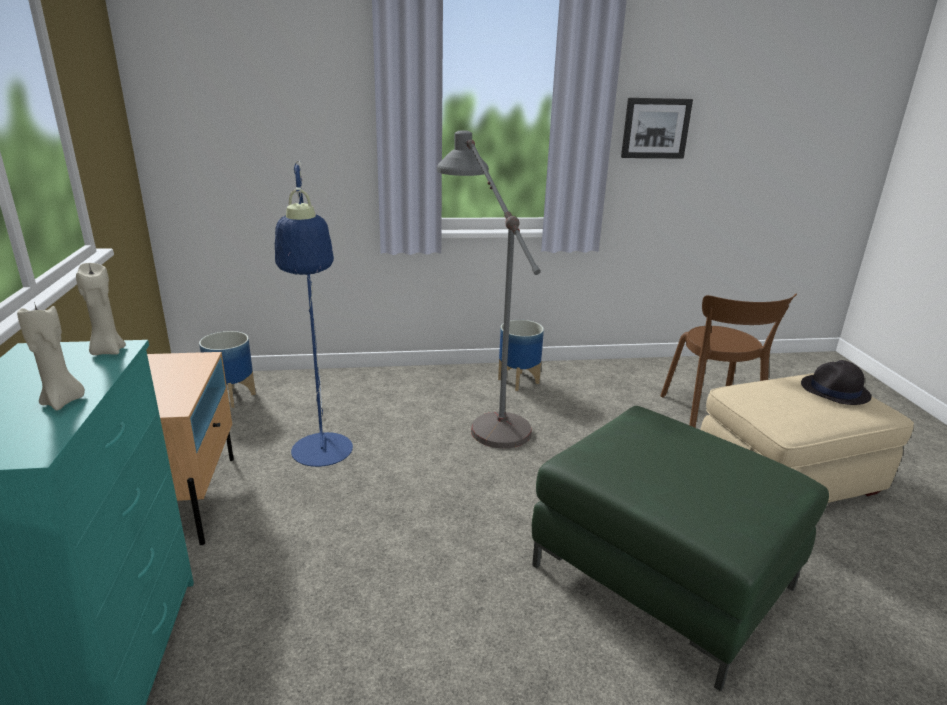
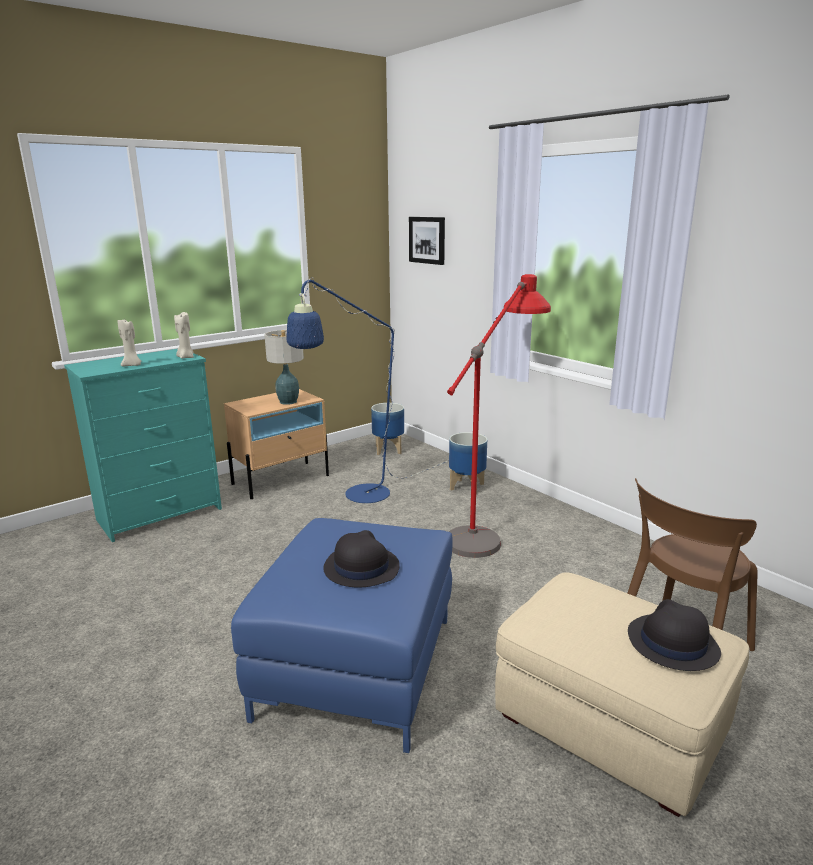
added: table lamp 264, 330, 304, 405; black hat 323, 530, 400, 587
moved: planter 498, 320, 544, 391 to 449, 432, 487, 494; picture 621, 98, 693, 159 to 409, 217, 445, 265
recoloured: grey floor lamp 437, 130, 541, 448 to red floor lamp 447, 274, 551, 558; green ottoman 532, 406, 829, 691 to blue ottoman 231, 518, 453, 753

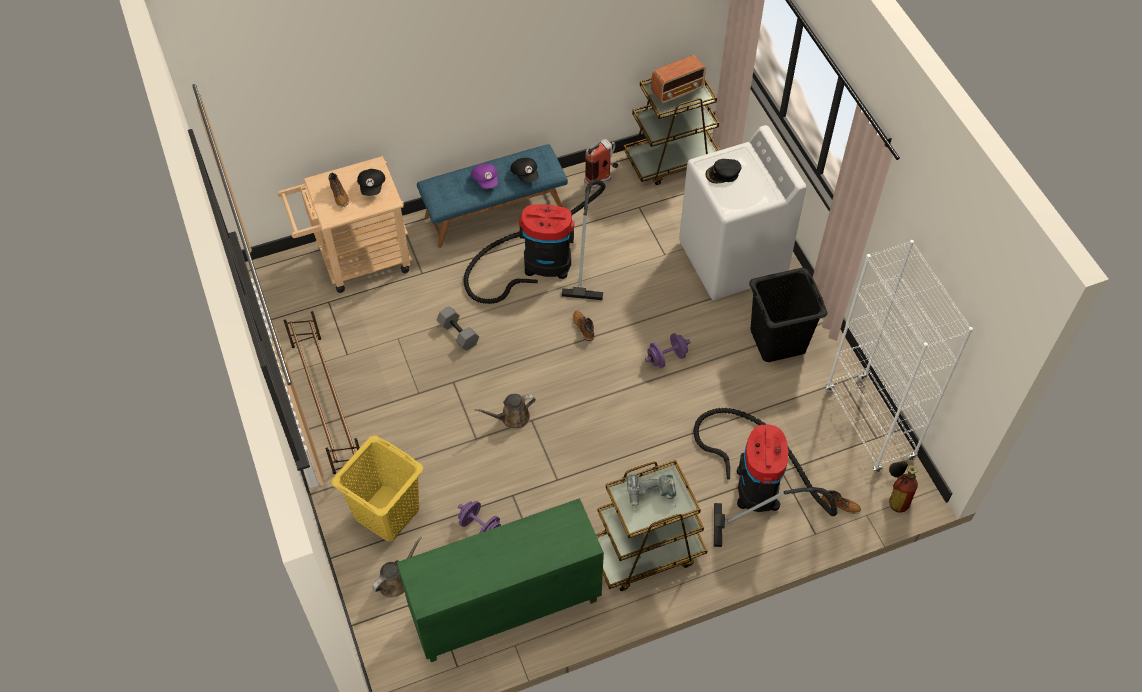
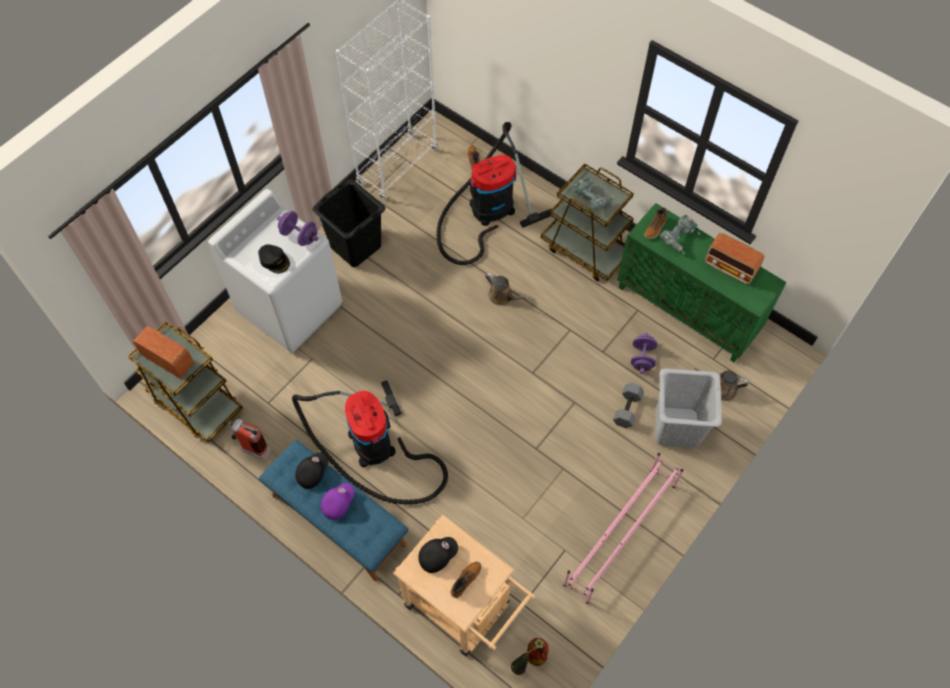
added: power drill 660, 215, 700, 254; radio 705, 233, 764, 284
moved: grey dumbbell 437, 306, 479, 351 to 613, 383, 644, 428; brown watering can 475, 394, 536, 428 to 485, 273, 529, 306; boot 573, 311, 594, 341 to 644, 208, 667, 239; purple dumbbell 645, 333, 690, 368 to 277, 211, 319, 246; fire extinguisher 889, 461, 918, 513 to 511, 638, 549, 675
recoloured: brown shoe rack 284, 311, 360, 474 to pink shoe rack 563, 453, 683, 604; yellow laundry basket 331, 435, 423, 541 to grey laundry basket 656, 368, 722, 448

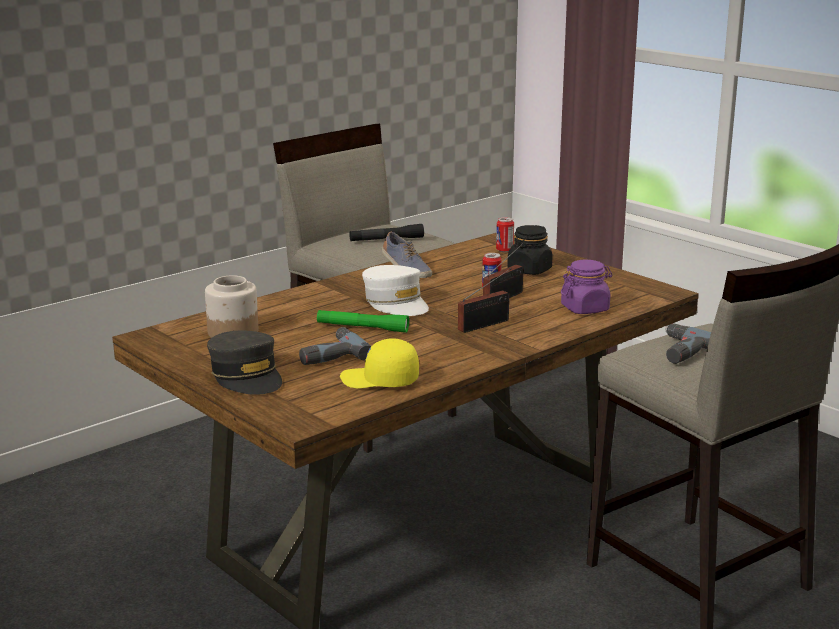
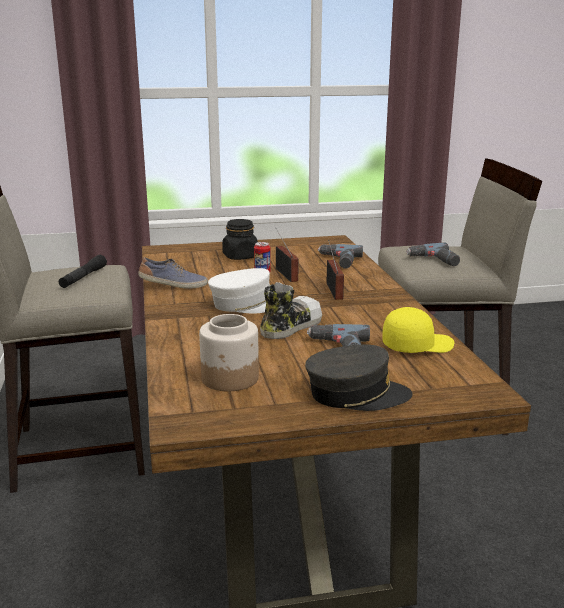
removed: can 496, 217, 514, 252
replaced: green flashlight 317, 310, 409, 333 to shoe 260, 282, 322, 339; purple jar 561, 260, 612, 314 to power drill 318, 244, 363, 269
turned: yellow cap 340, 338, 419, 388 = 382, 307, 454, 353 150 degrees counterclockwise

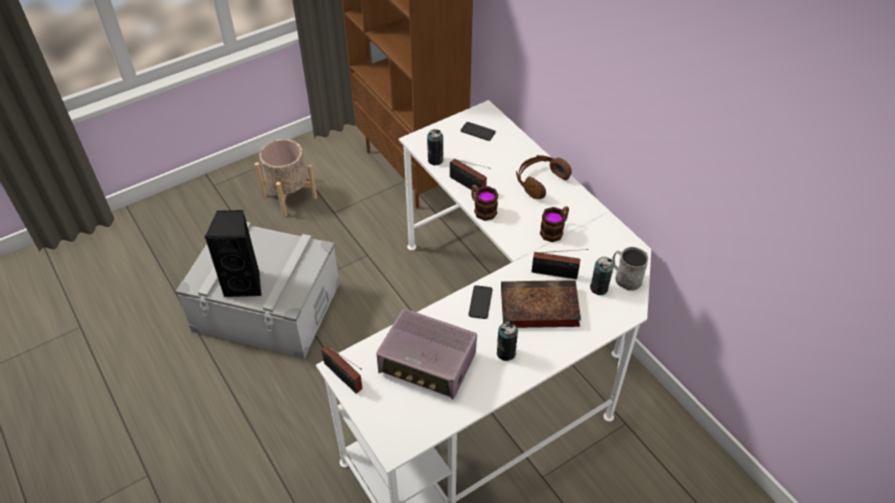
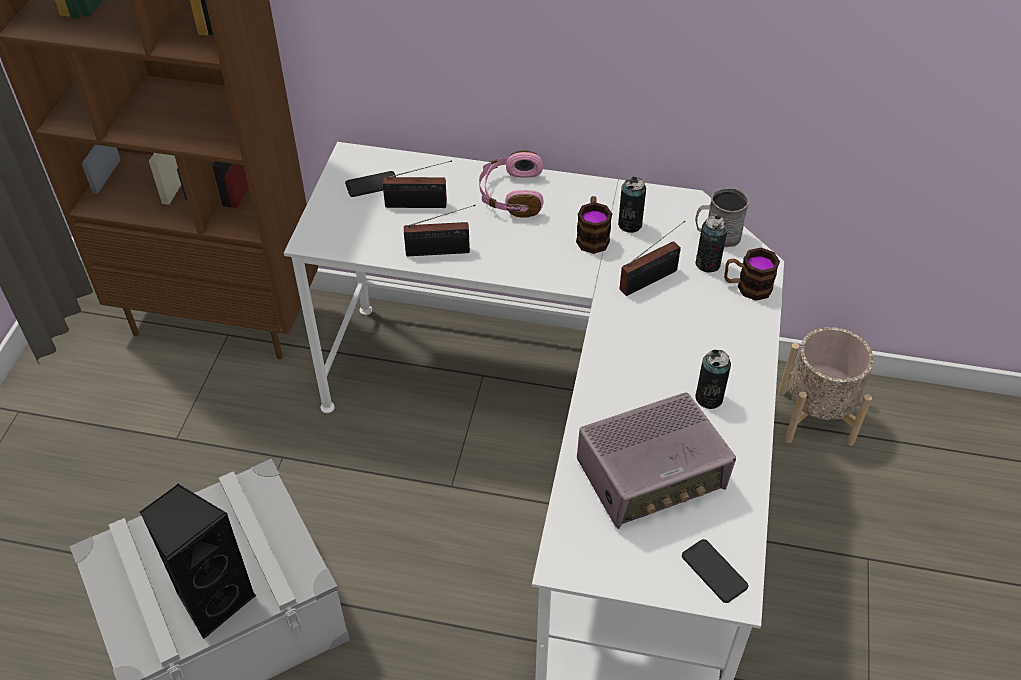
removed: book 501, 280, 581, 328
moved: beige planter 255, 139, 317, 217 to 778, 327, 874, 446; radio 321, 345, 363, 394 to 383, 160, 452, 208; can 427, 129, 443, 165 to 618, 177, 646, 233; phone 469, 285, 492, 319 to 682, 539, 748, 603; mug 471, 185, 498, 221 to 724, 248, 780, 301
recoloured: brown headphones 516, 155, 572, 199 to pink headphones 479, 151, 544, 218

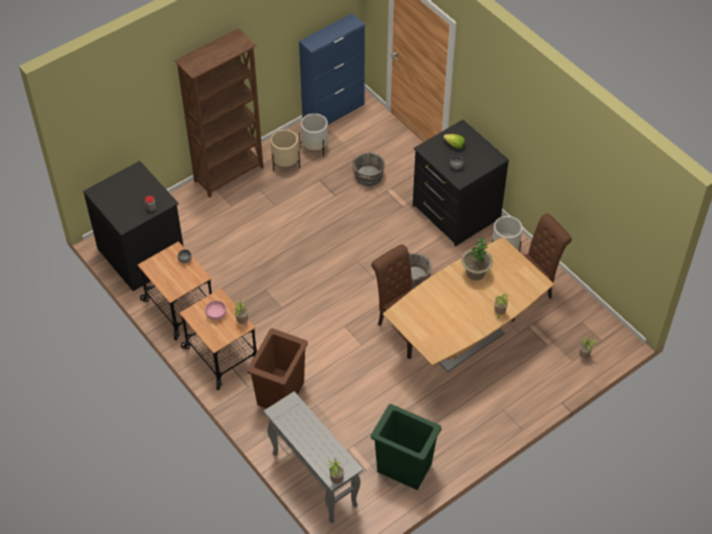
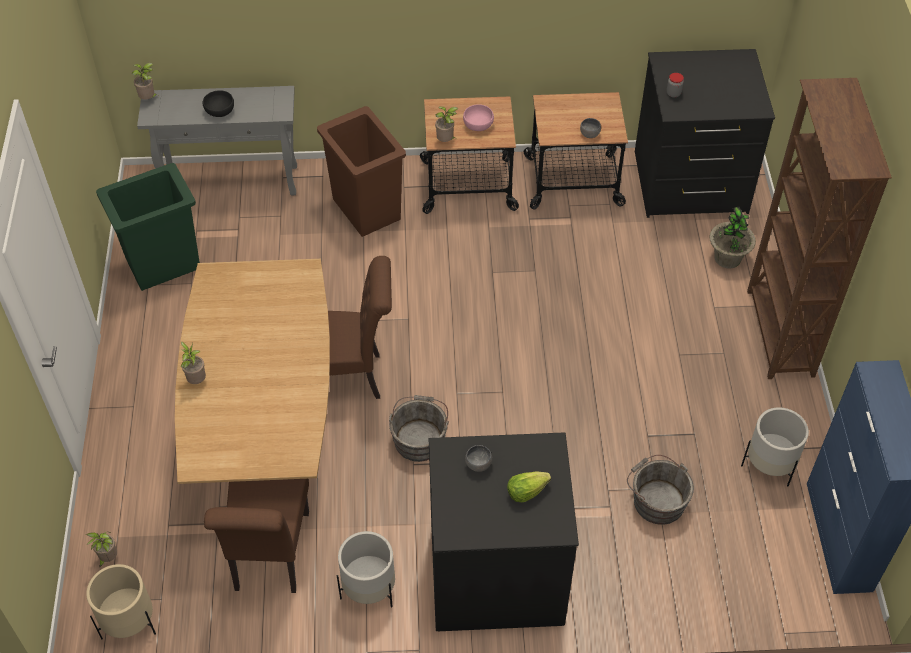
added: black bowl 202, 90, 234, 117
moved: beige planter 271, 130, 300, 172 to 86, 564, 156, 639; potted plant 461, 238, 493, 281 to 709, 207, 756, 268

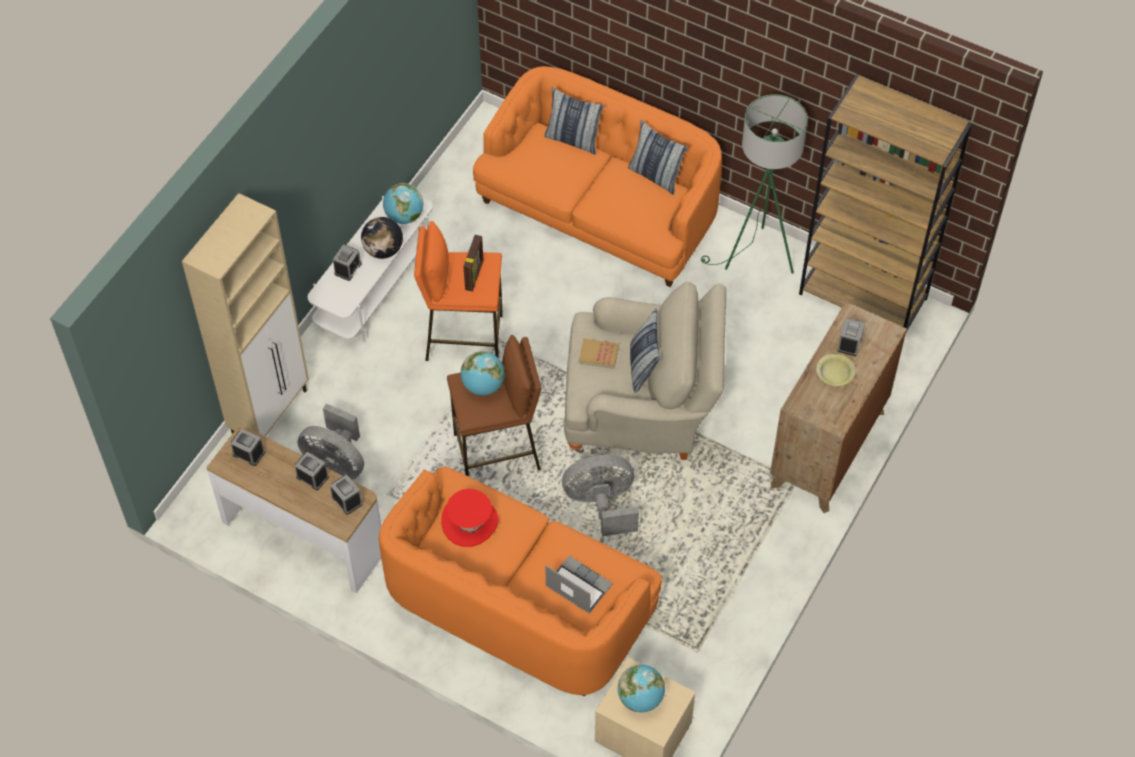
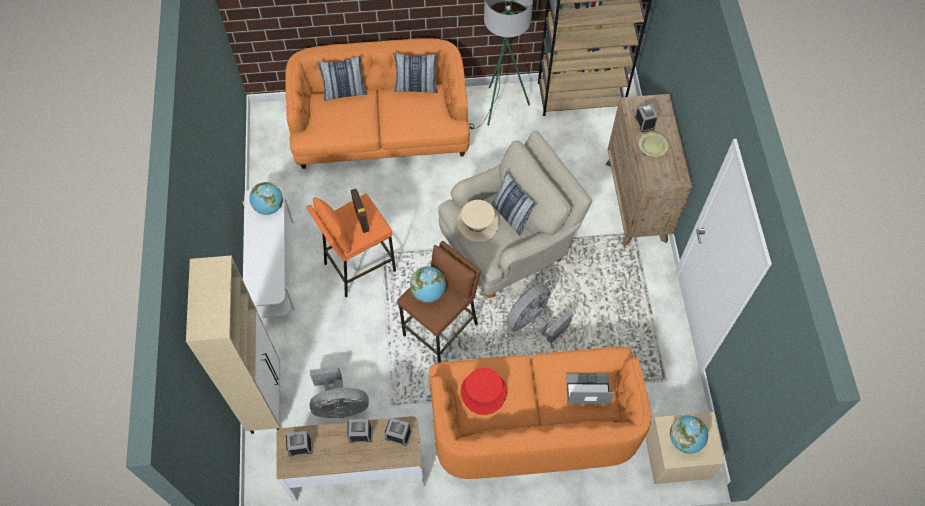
removed: alarm clock 333, 245, 362, 281; globe 361, 217, 403, 259
replaced: book 579, 338, 619, 369 to beige hat 456, 200, 499, 243

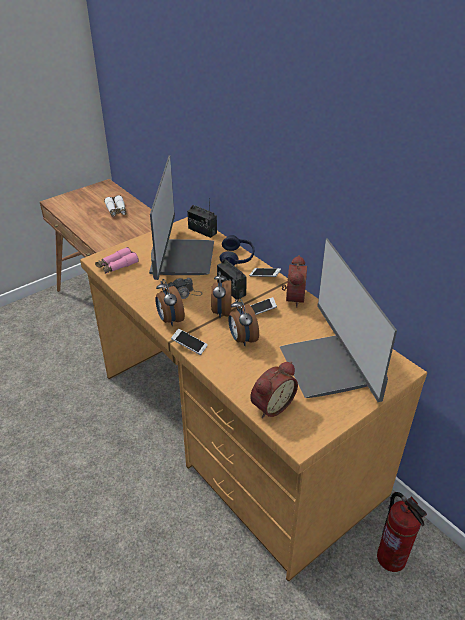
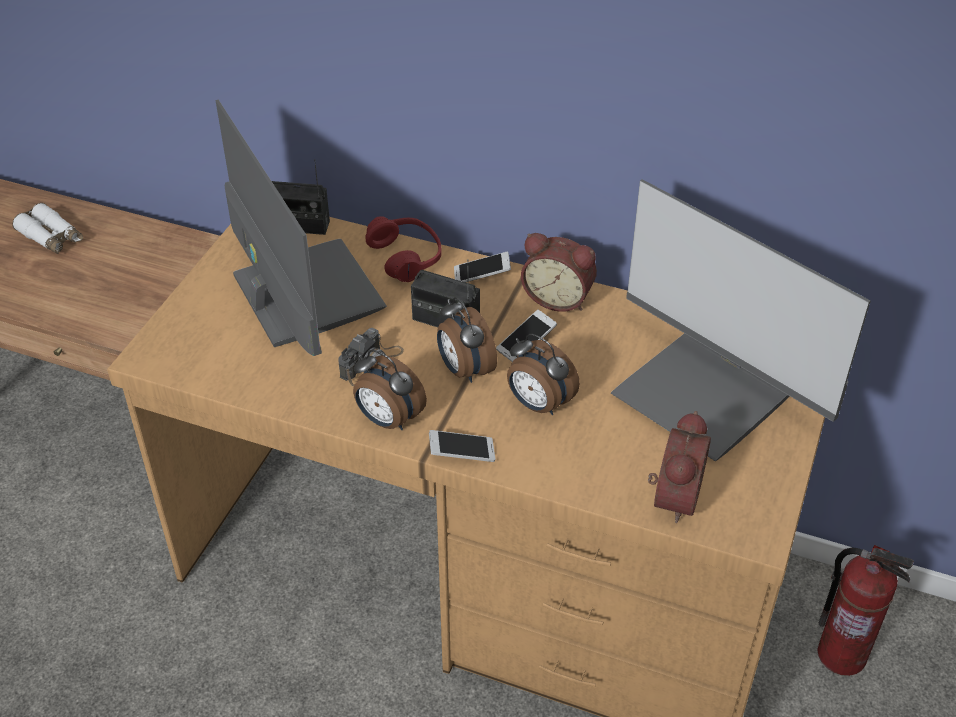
removed: pink binoculars 95, 247, 139, 274
recoloured: blue headphones 220, 235, 254, 265 to red headphones 365, 216, 442, 282
turned: alarm clock 282, 255, 307, 307 = 521, 233, 597, 312 135 degrees clockwise

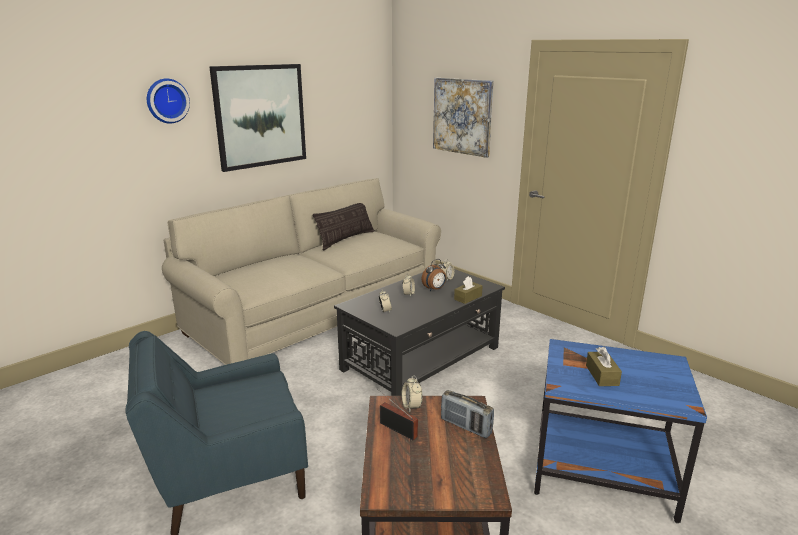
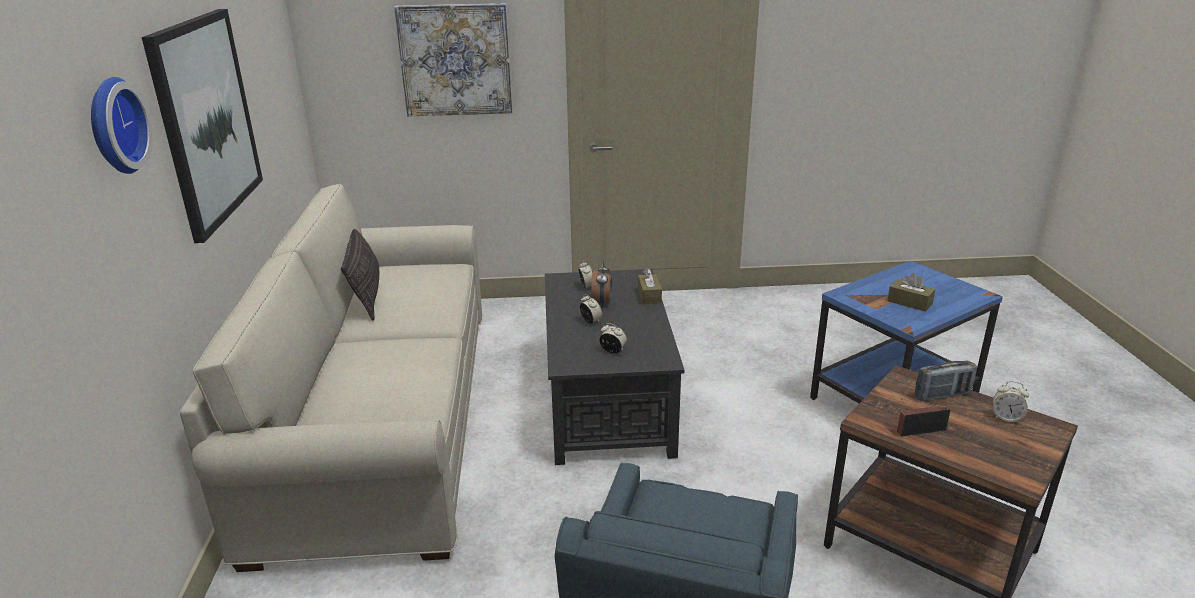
moved: alarm clock 401, 375, 422, 412 to 993, 381, 1029, 423

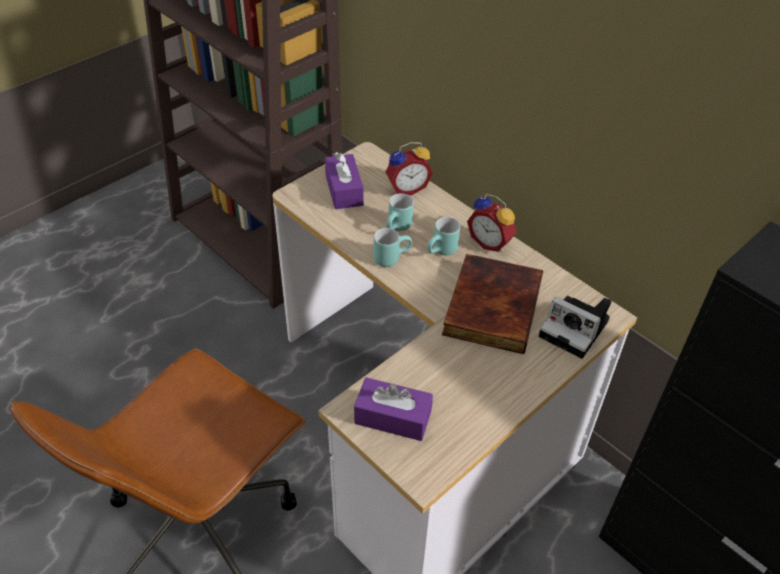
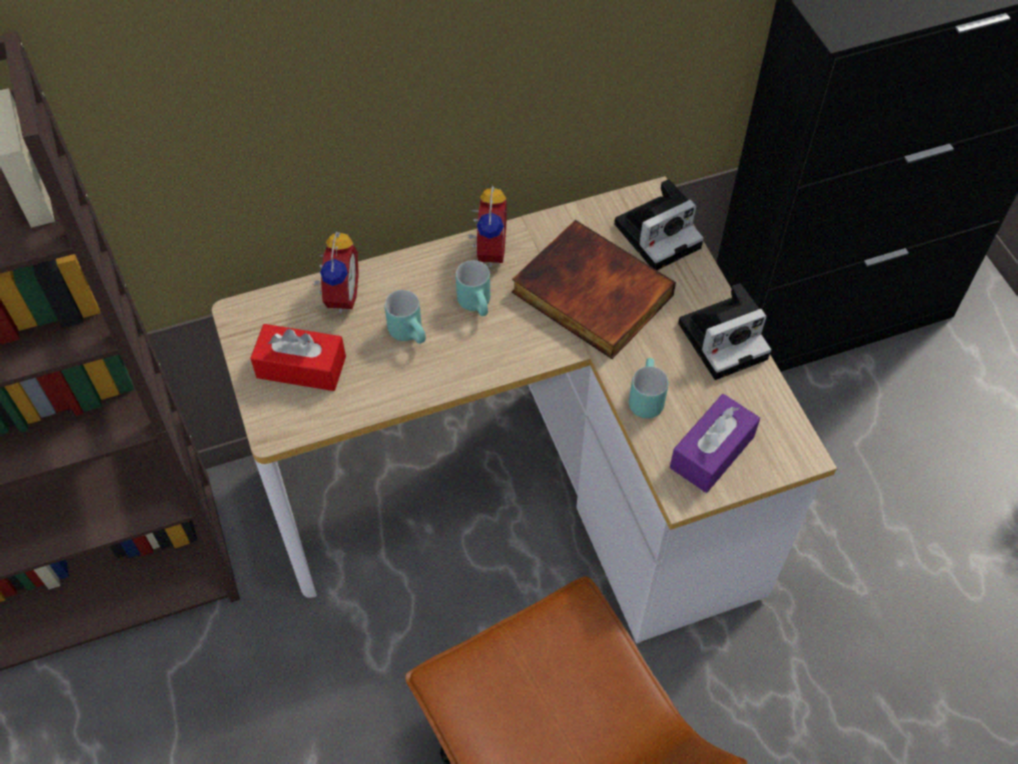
added: photo camera 678, 283, 771, 380
moved: turquoise mug 374, 228, 412, 267 to 629, 358, 668, 419
recoloured: purple tissue box 325, 152, 364, 209 to red tissue box 250, 324, 346, 391
turned: alarm clock 467, 194, 517, 252 = 467, 186, 507, 267 60 degrees counterclockwise

